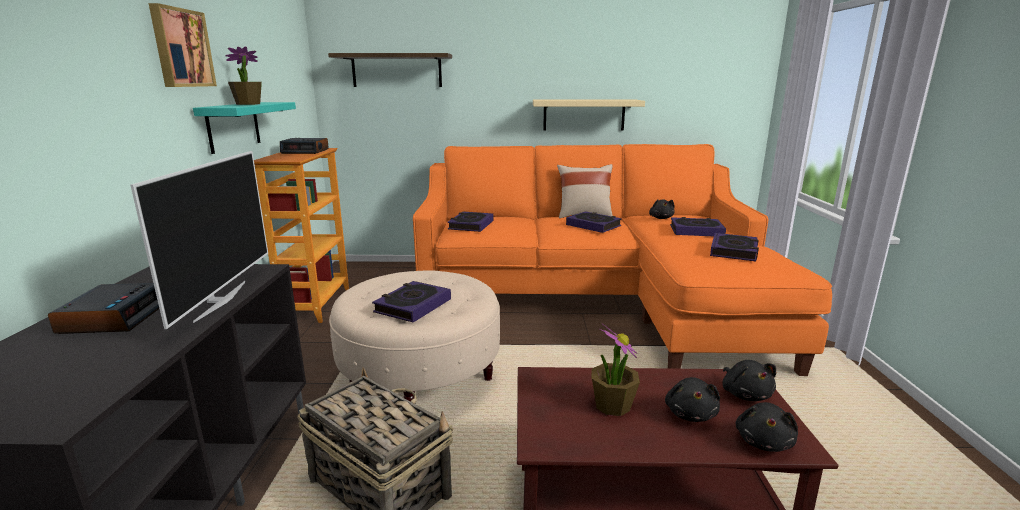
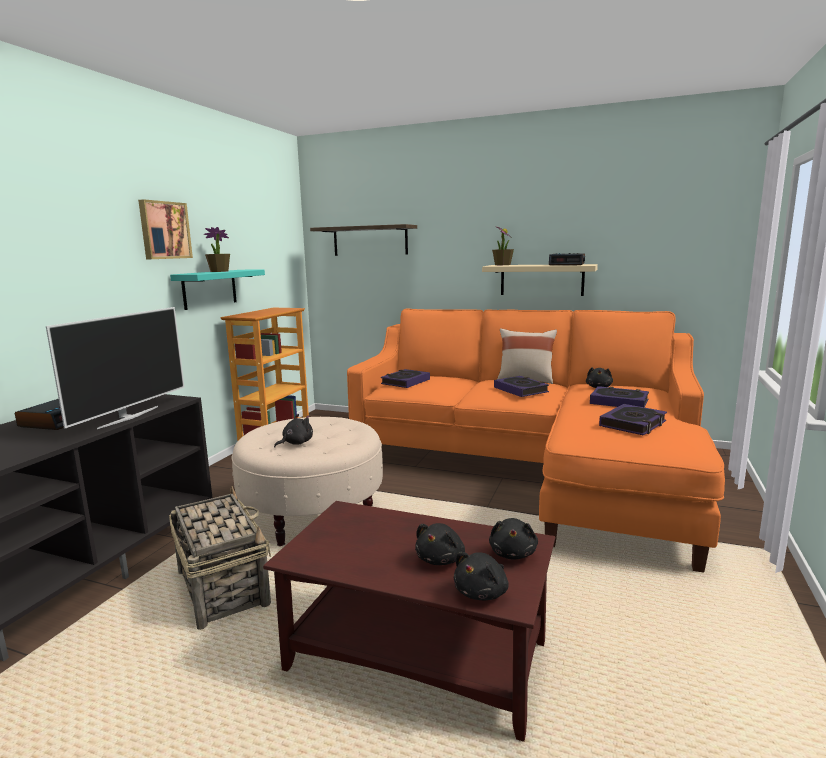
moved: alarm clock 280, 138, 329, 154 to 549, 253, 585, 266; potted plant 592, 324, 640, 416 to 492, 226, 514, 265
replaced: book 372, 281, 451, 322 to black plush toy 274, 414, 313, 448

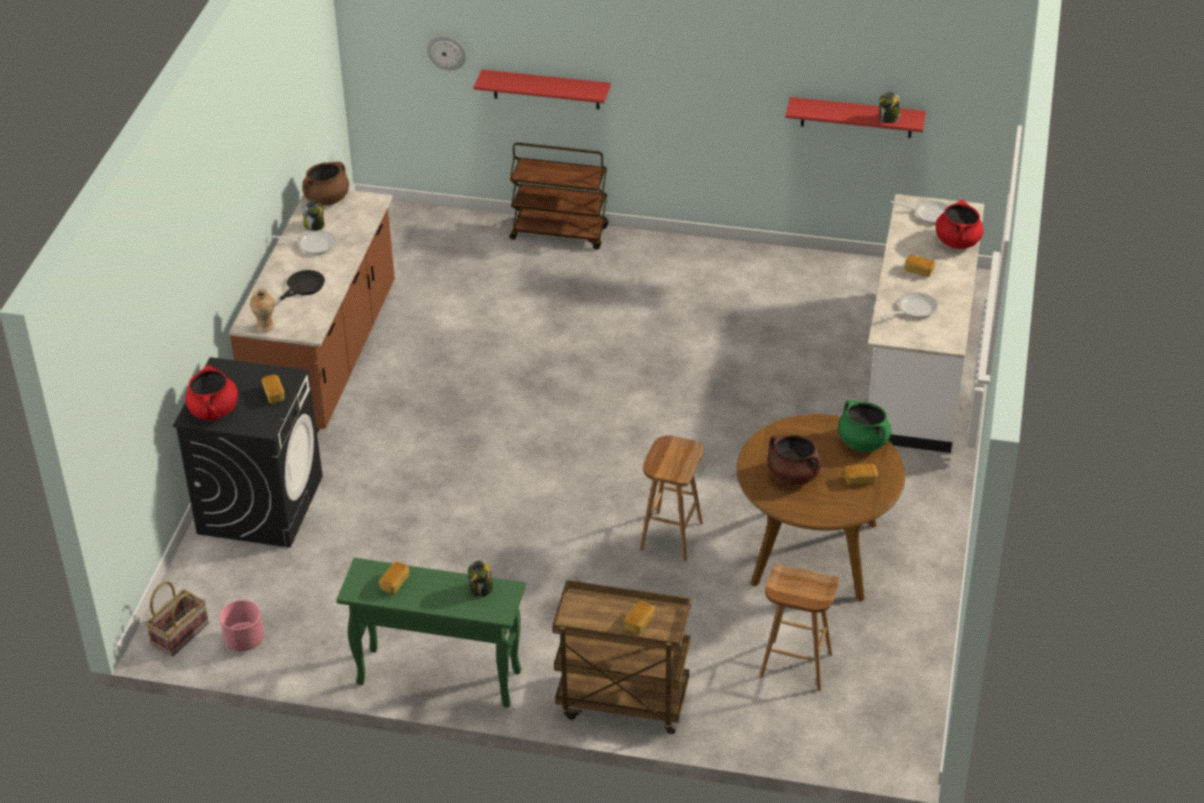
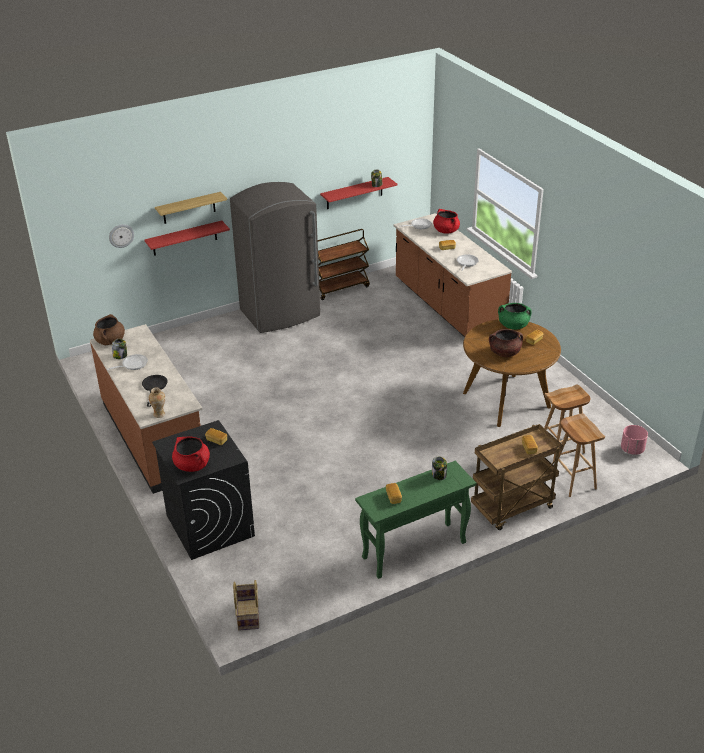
added: shelf 155, 192, 227, 224; grey fridge 230, 182, 320, 333
moved: pink planter 220, 600, 264, 651 to 621, 425, 648, 455; brown cart 509, 142, 609, 250 to 318, 229, 370, 300; brown stool 639, 435, 704, 561 to 553, 413, 605, 497
recoloured: white counter 868, 194, 984, 453 to brown counter 393, 213, 512, 337

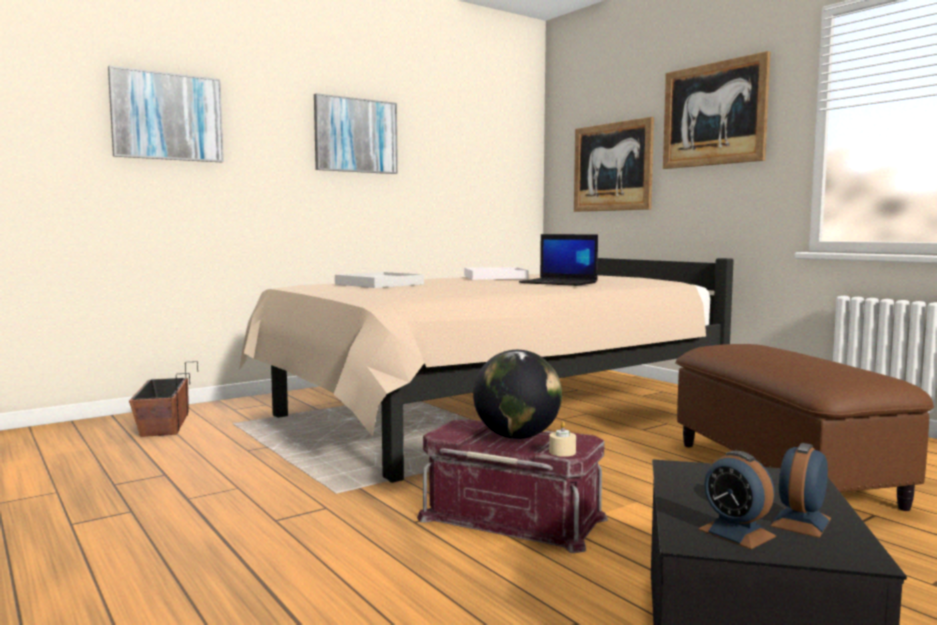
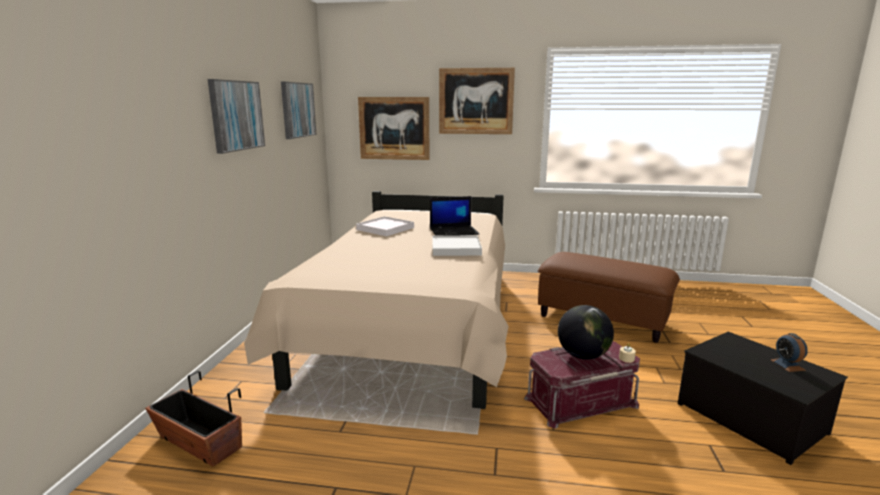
removed: alarm clock 698, 451, 776, 549
moved: picture 108, 66, 224, 162 to 281, 82, 316, 139; white tray 335, 272, 424, 288 to 432, 235, 482, 256

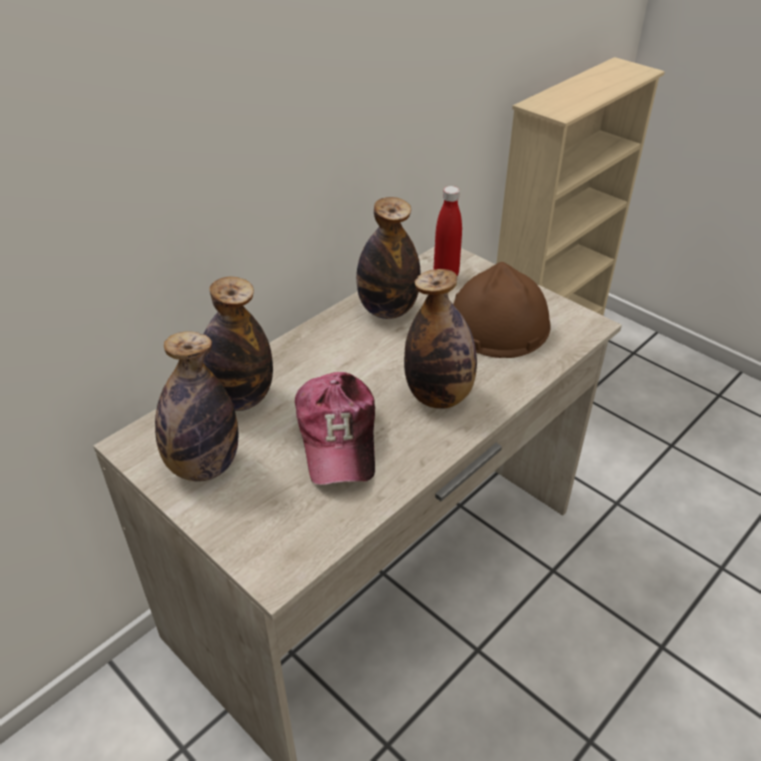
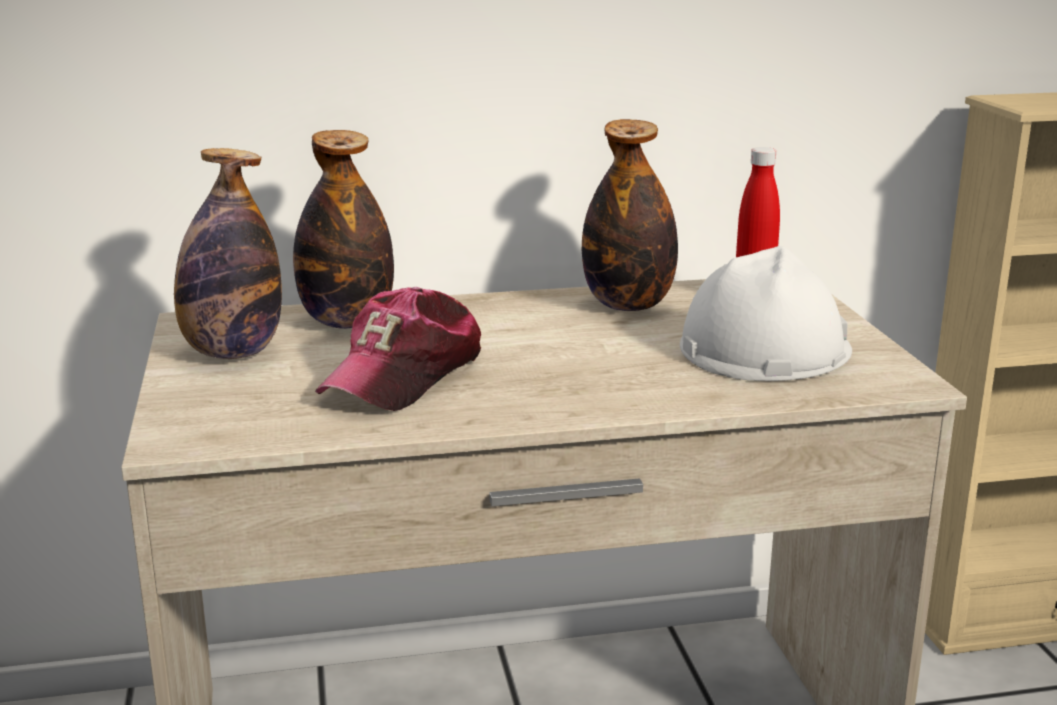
removed: bottle 404, 269, 477, 408
recoloured: brown hard hat 453, 262, 551, 358 to white hard hat 680, 246, 852, 381

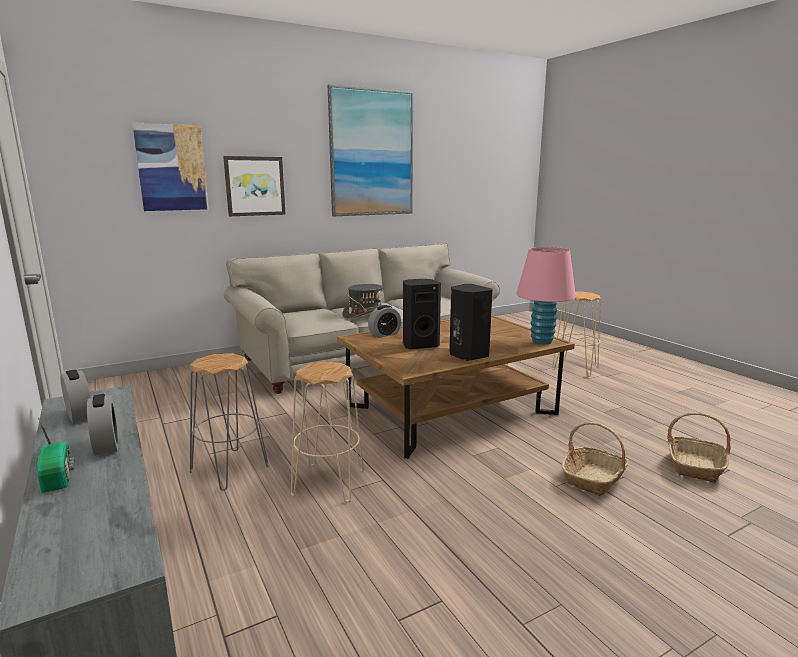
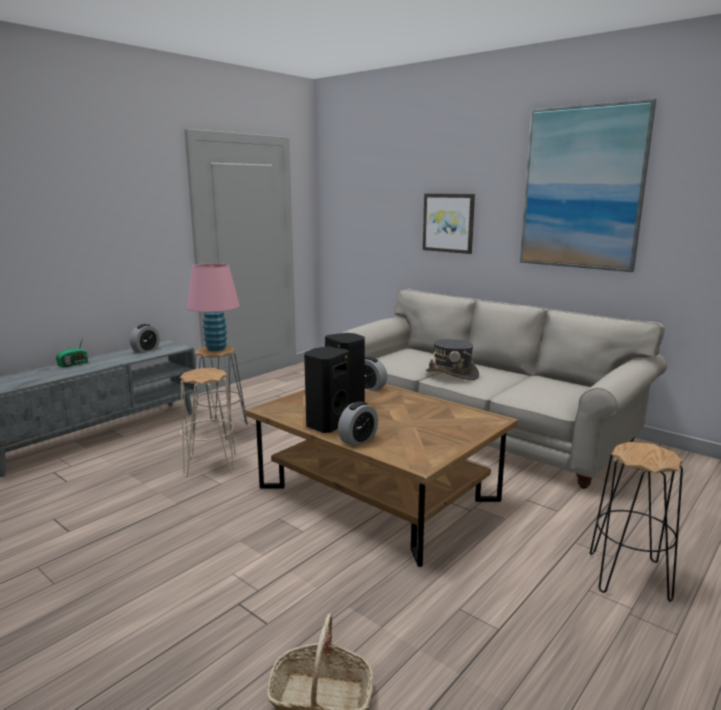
removed: picture 132, 123, 209, 211; basket 562, 422, 629, 496
moved: alarm clock 87, 394, 118, 456 to 338, 401, 378, 447; pink table lamp 516, 247, 576, 344 to 187, 263, 240, 351
recoloured: beige stool 552, 291, 601, 377 to black stool 590, 442, 683, 602

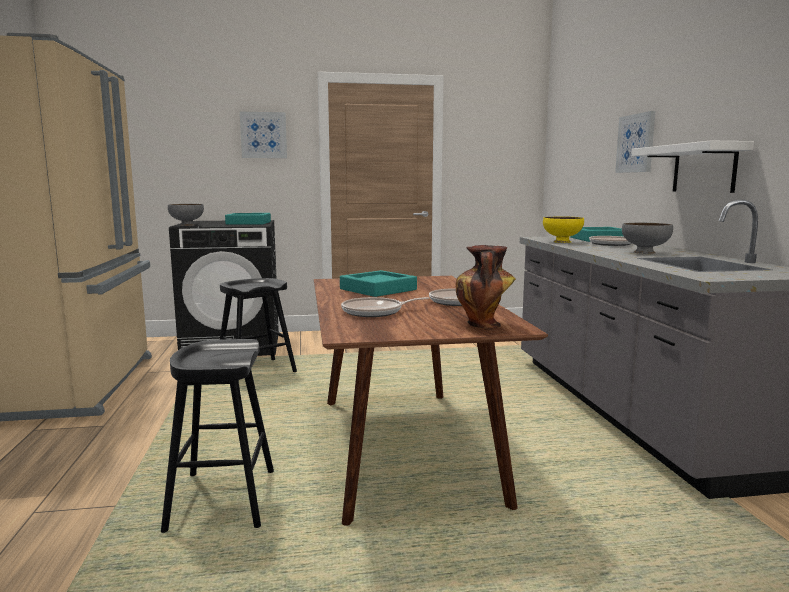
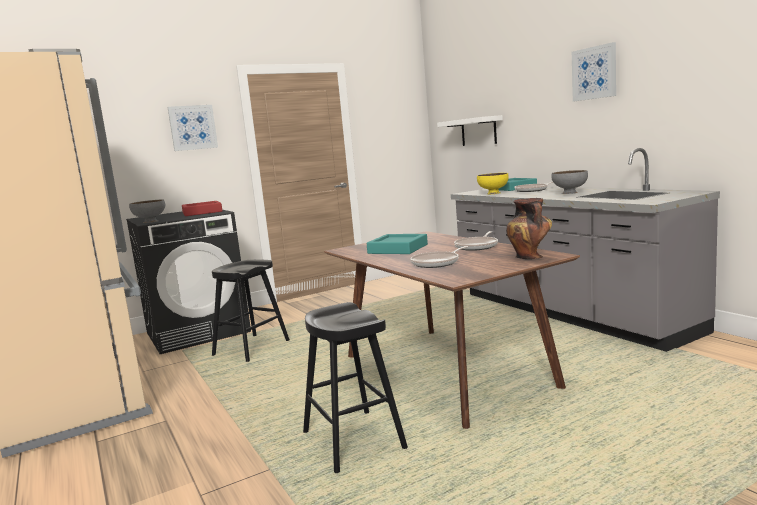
moved: picture 615, 111, 655, 173 to 572, 42, 616, 102; white shelf 631, 141, 754, 193 to 437, 115, 503, 146
recoloured: turquoise tray 225, 213, 271, 224 to red tray 182, 201, 223, 216

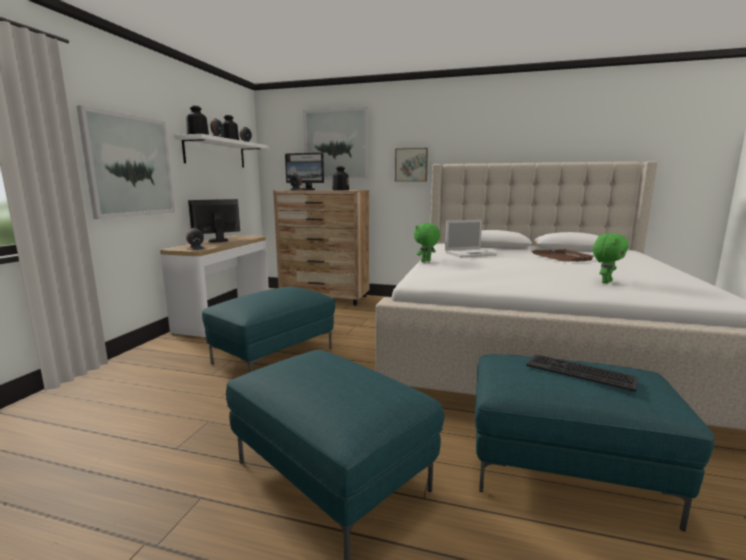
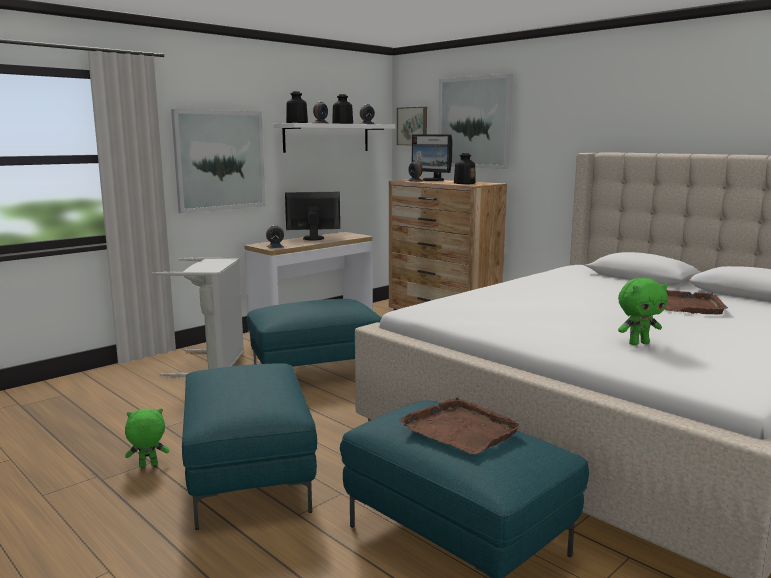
removed: laptop 445, 220, 497, 258
added: grey laundry basket 151, 257, 244, 377
moved: picture 395, 148, 428, 182 to 397, 107, 427, 145; green plush toy 414, 223, 441, 262 to 125, 409, 169, 467
replaced: keyboard 526, 354, 638, 392 to brown tray 399, 397, 521, 454

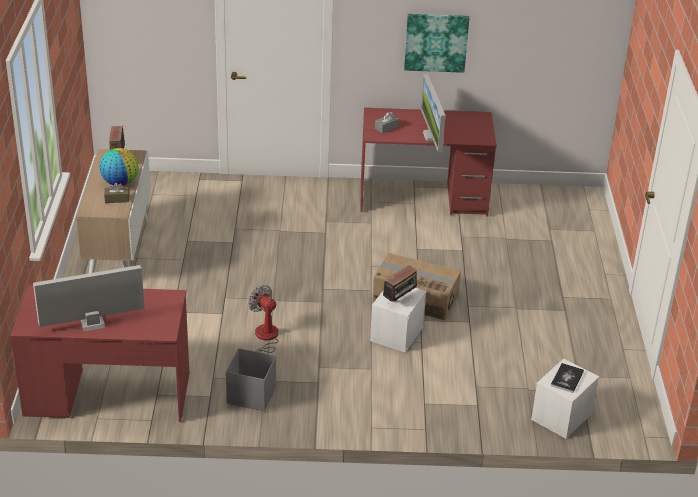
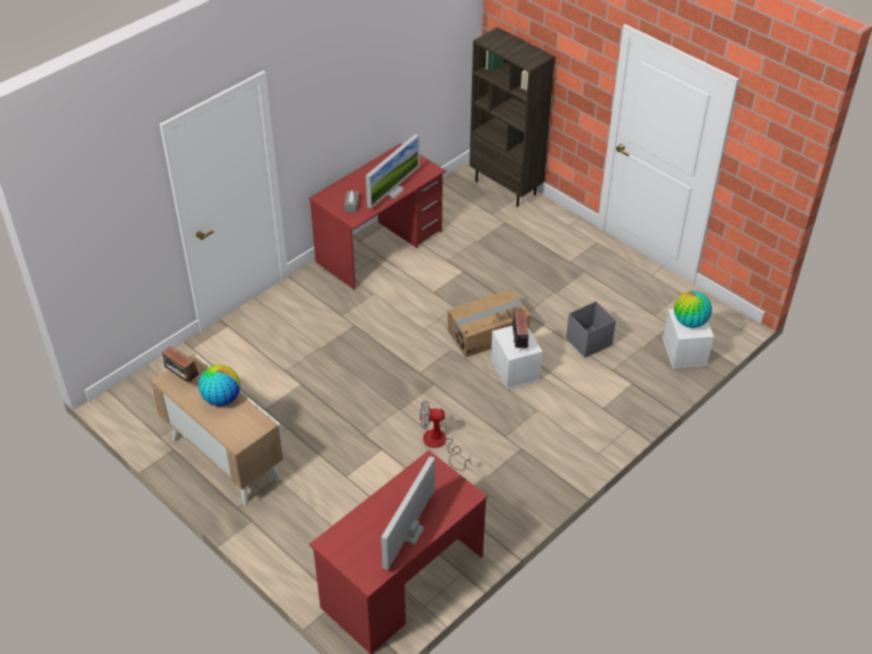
removed: brown tissue box 104, 183, 129, 203; picture 404, 14, 469, 73
added: brown bookcase 469, 27, 555, 207
moved: grey storage box 226, 348, 276, 411 to 566, 301, 616, 358
replaced: book 551, 363, 584, 393 to globe 674, 291, 712, 328
turned: monitor 421, 74, 445, 152 = 366, 134, 420, 208 90 degrees counterclockwise

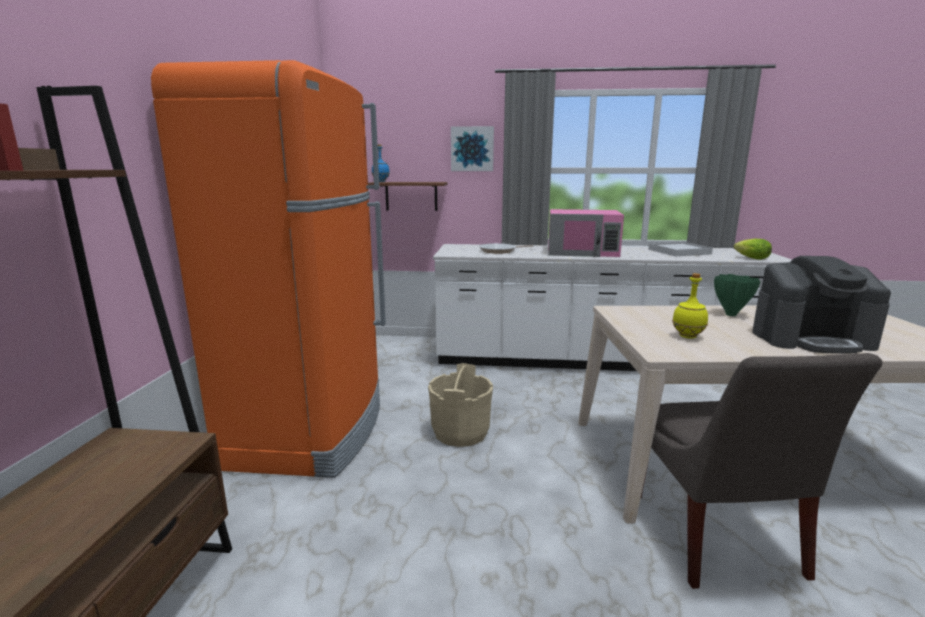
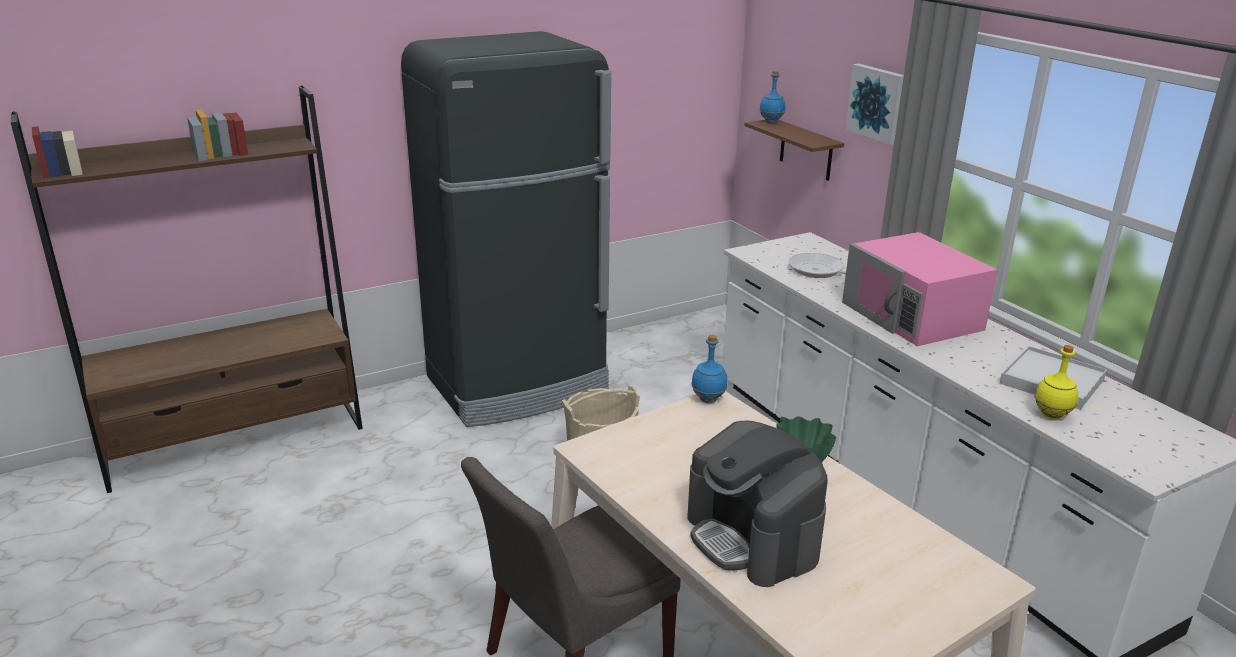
removed: lettuce 734, 239, 772, 260
added: blue bottle 691, 335, 727, 403
moved: yellow bottle 672, 273, 708, 339 to 1034, 345, 1078, 420
recoloured: orange fridge 151, 60, 386, 478 to black fridge 401, 31, 611, 427

